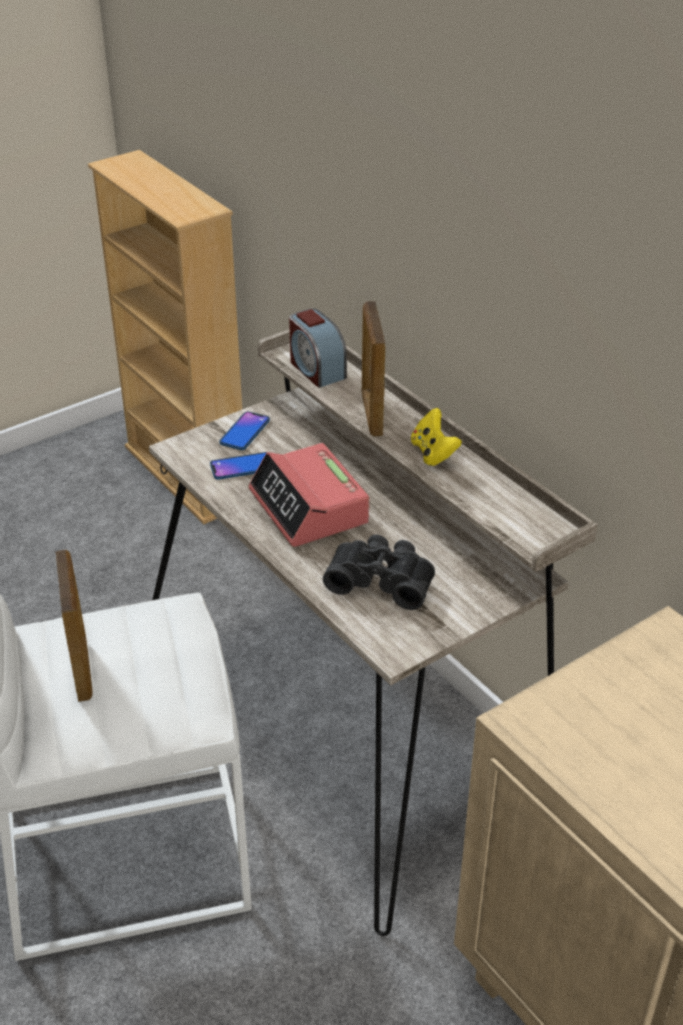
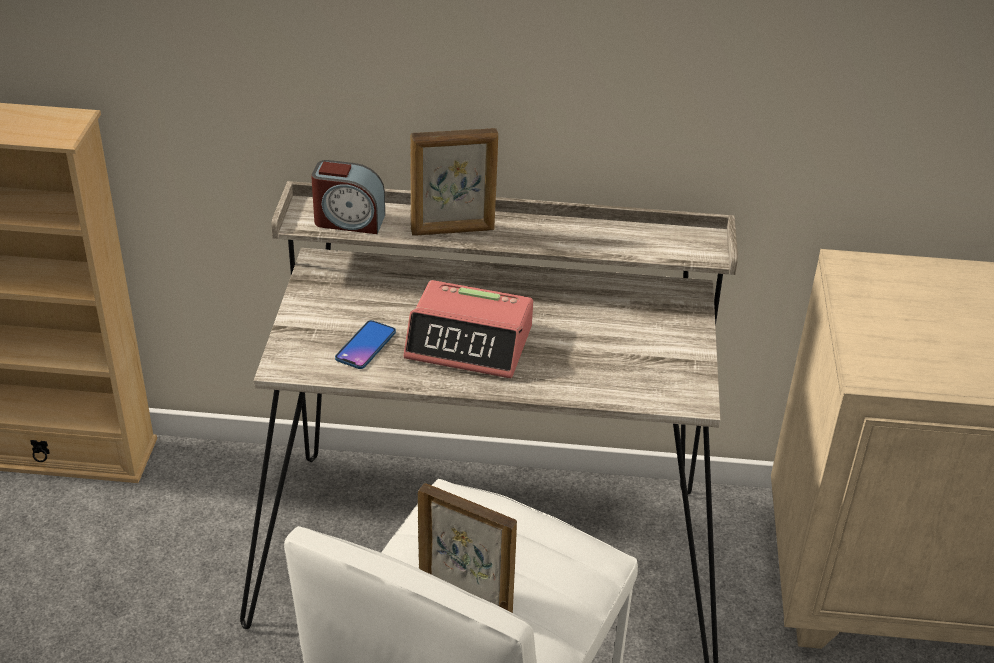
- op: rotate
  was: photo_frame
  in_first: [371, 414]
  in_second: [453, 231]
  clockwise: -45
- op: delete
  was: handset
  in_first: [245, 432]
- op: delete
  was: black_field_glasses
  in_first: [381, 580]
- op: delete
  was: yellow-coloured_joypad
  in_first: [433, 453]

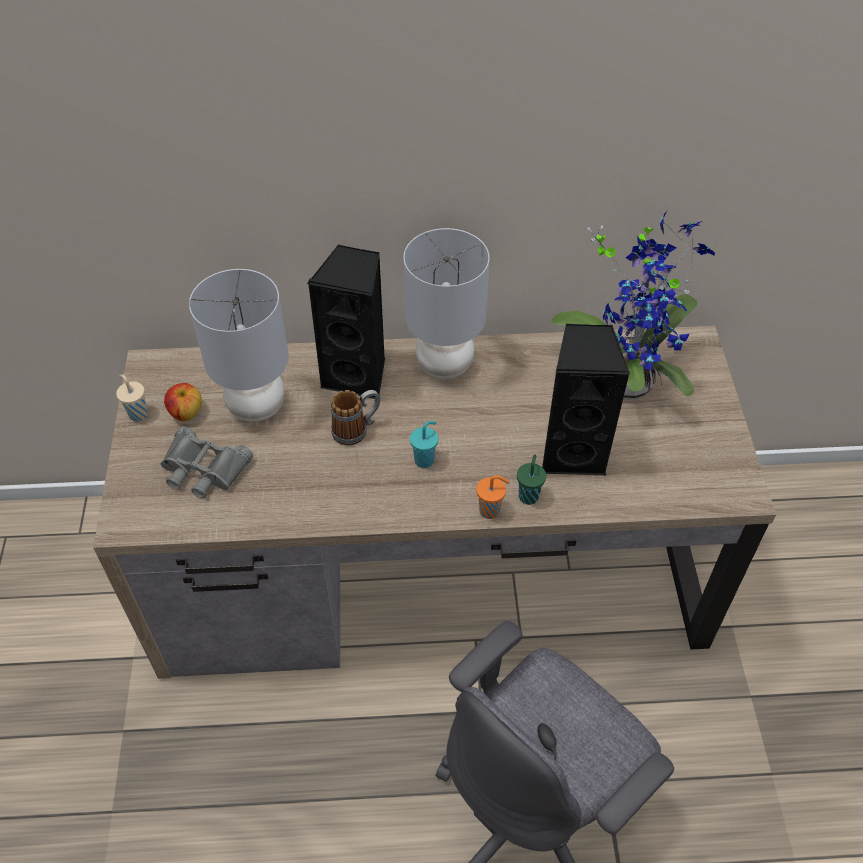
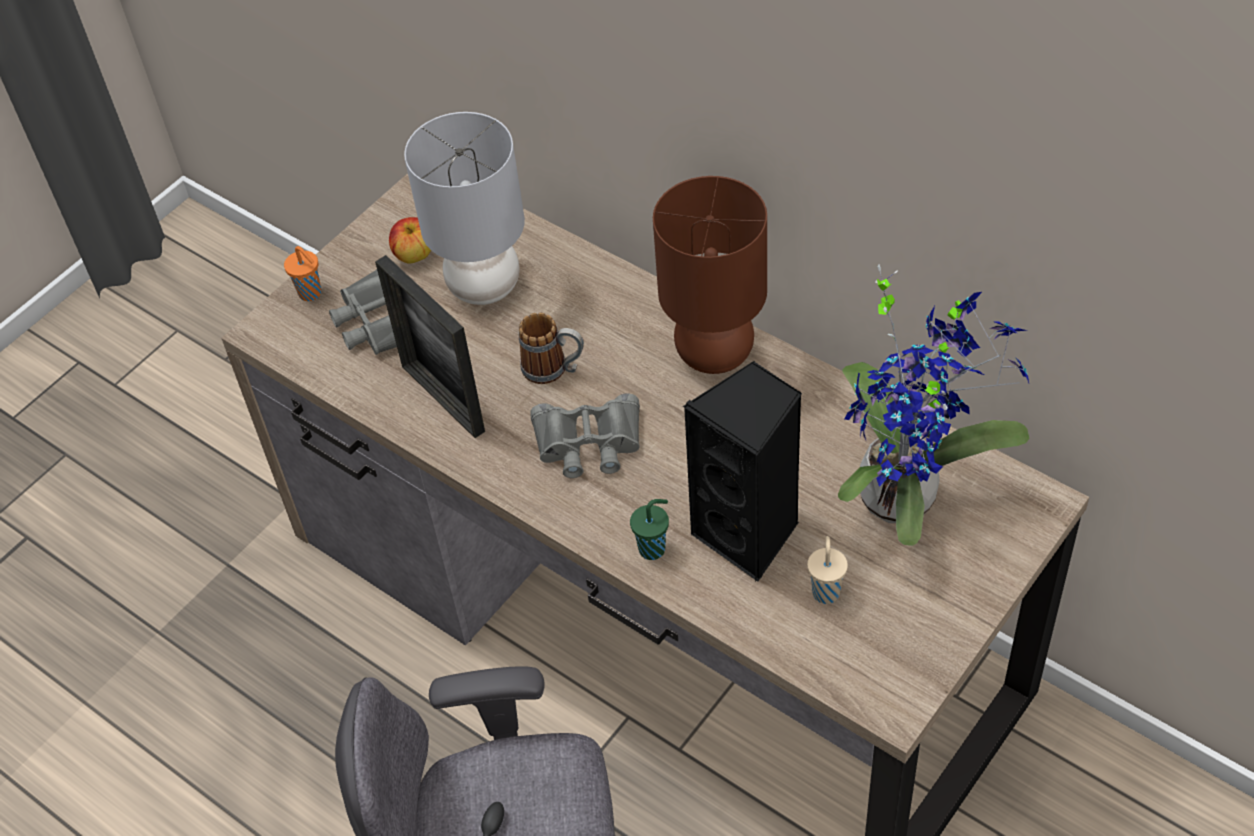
- op: move
  was: orange_drinking_cup
  in_first: [491, 511]
  in_second: [311, 294]
- op: insert
  now: photo_frame
  in_second: [443, 398]
- op: replace
  was: turquoise_drinking_cup
  now: gray_field_glasses
  in_first: [425, 459]
  in_second: [588, 443]
- op: recolor
  was: gray_lamp_for_a_table
  now: brown_lamp_for_a_table
  in_first: [445, 364]
  in_second: [715, 353]
- op: move
  was: beige-coloured_drinking_cup
  in_first: [137, 414]
  in_second: [826, 591]
- op: delete
  was: black_audio_speaker
  in_first: [358, 375]

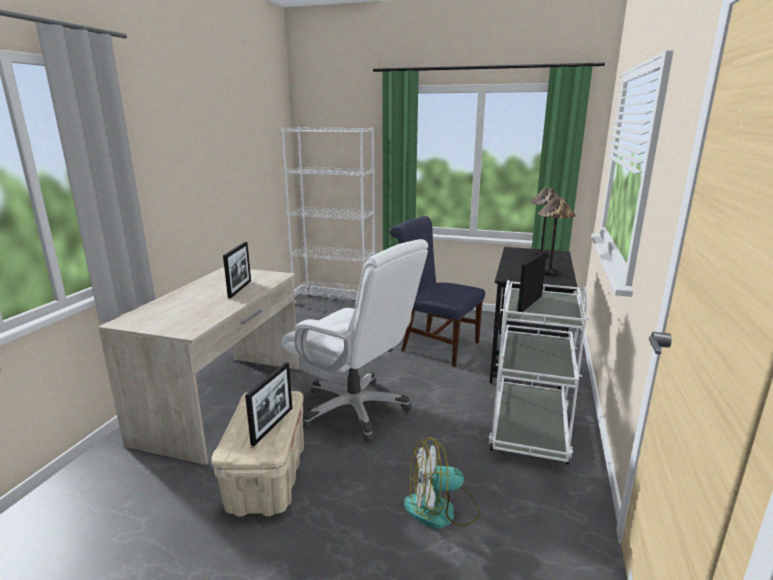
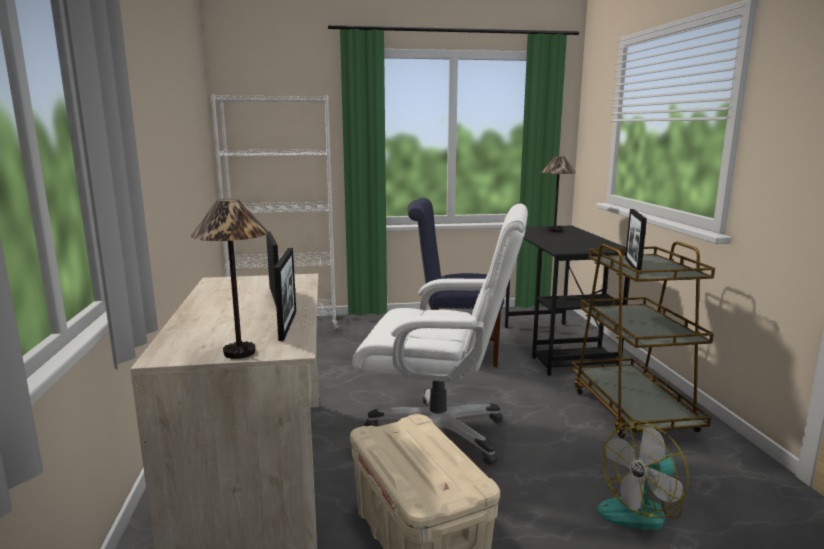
- op: move
  was: lamp_for_a_table
  in_first: [549, 273]
  in_second: [239, 353]
- op: move
  was: photo_frame
  in_first: [272, 425]
  in_second: [288, 325]
- op: recolor
  was: whitish_wheeled_cart
  now: brown_wheeled_cart
  in_first: [529, 429]
  in_second: [632, 409]

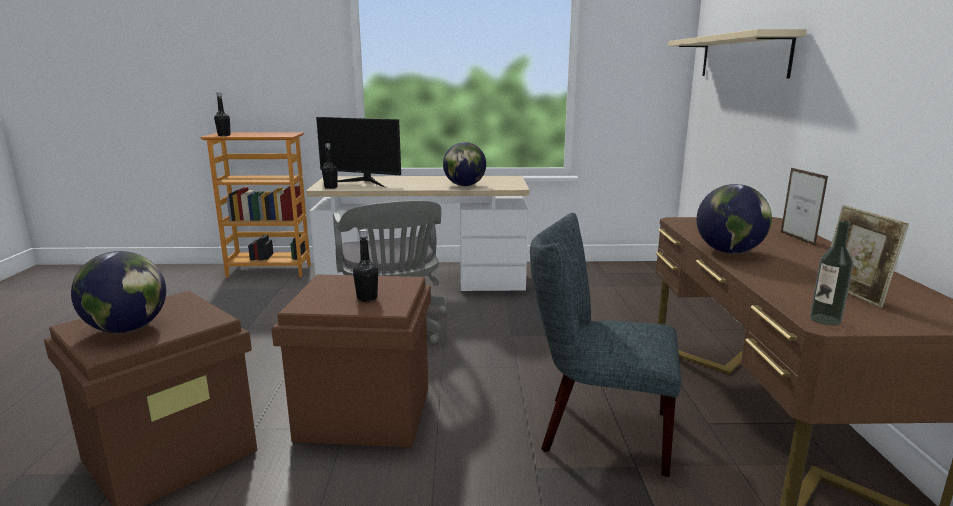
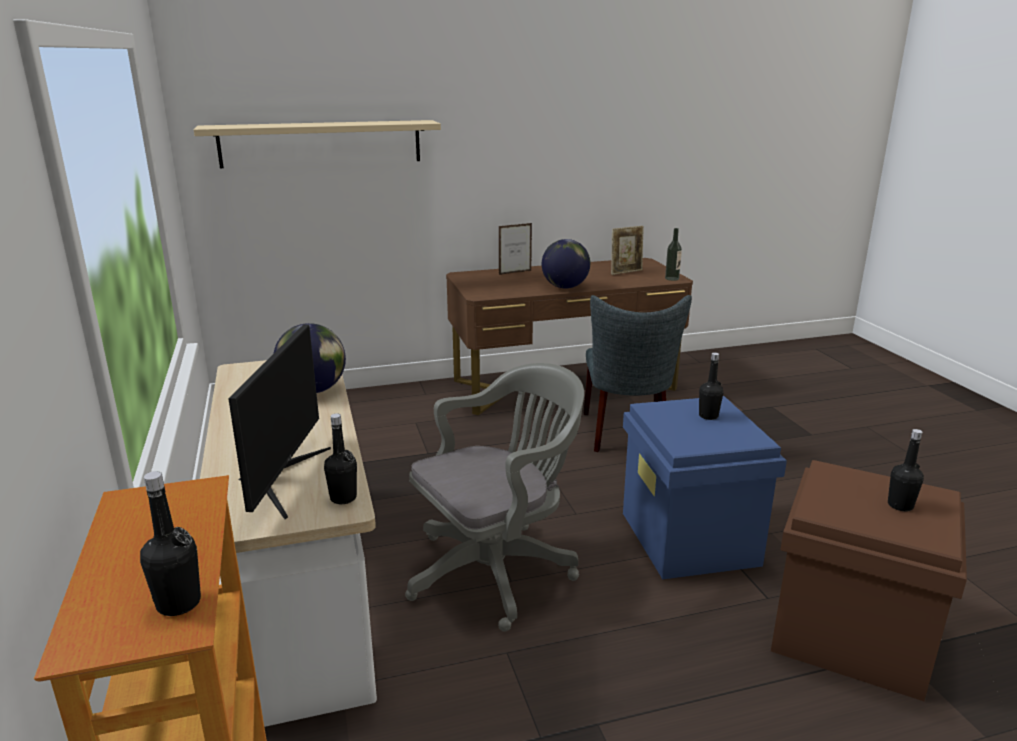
- op: recolor
  was: brown_storage_container
  now: blue_storage_container
  in_first: [363, 414]
  in_second: [690, 539]
- op: replace
  was: globe
  now: black_beverage_bottle
  in_first: [127, 329]
  in_second: [900, 505]

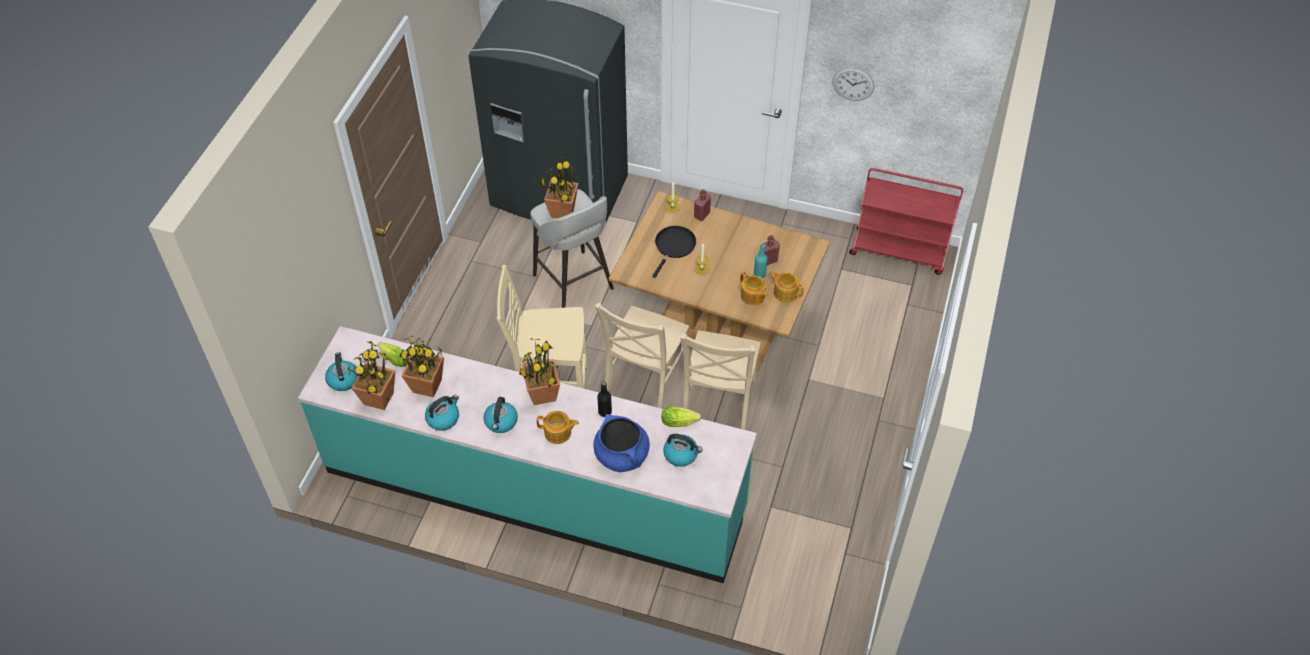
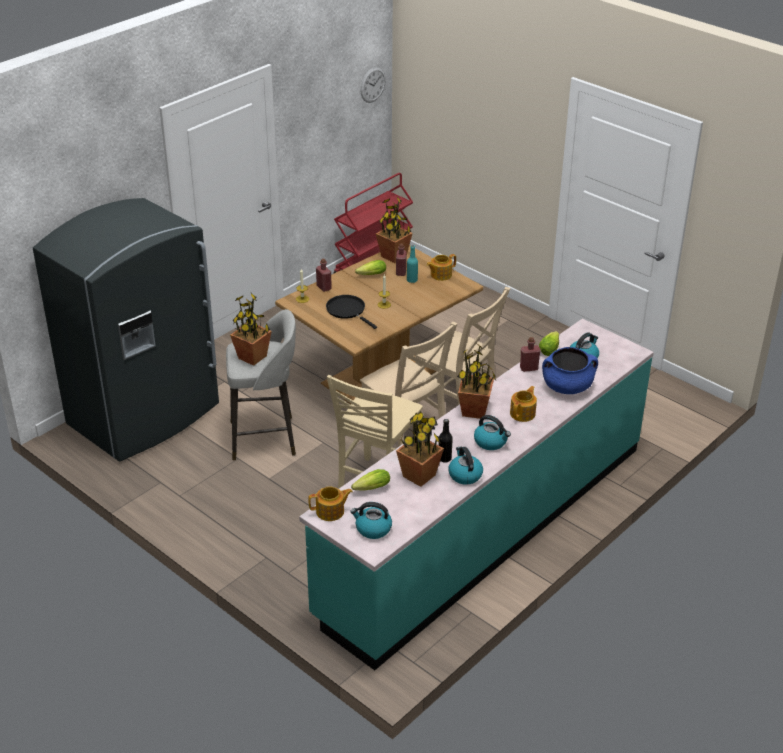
- op: move
  was: tea_pot
  in_first: [753, 296]
  in_second: [331, 511]
- op: insert
  now: lettuce
  in_second: [370, 275]
- op: move
  was: wall_clock
  in_first: [853, 84]
  in_second: [372, 84]
- op: move
  was: houseplant
  in_first: [378, 399]
  in_second: [394, 256]
- op: move
  was: black_beverage_bottle
  in_first: [605, 412]
  in_second: [444, 458]
- op: insert
  now: red-coloured_beverage_bottle
  in_second: [529, 368]

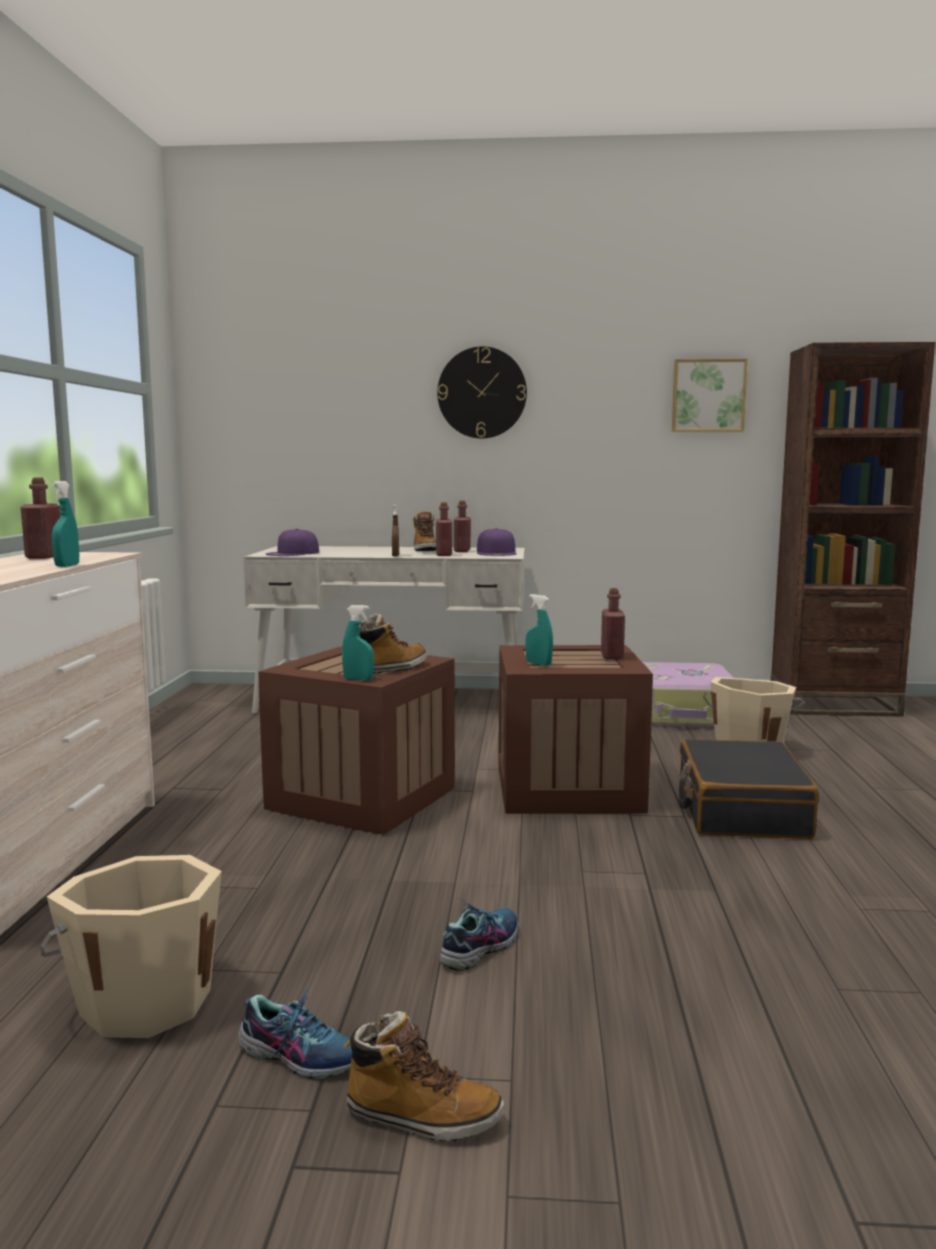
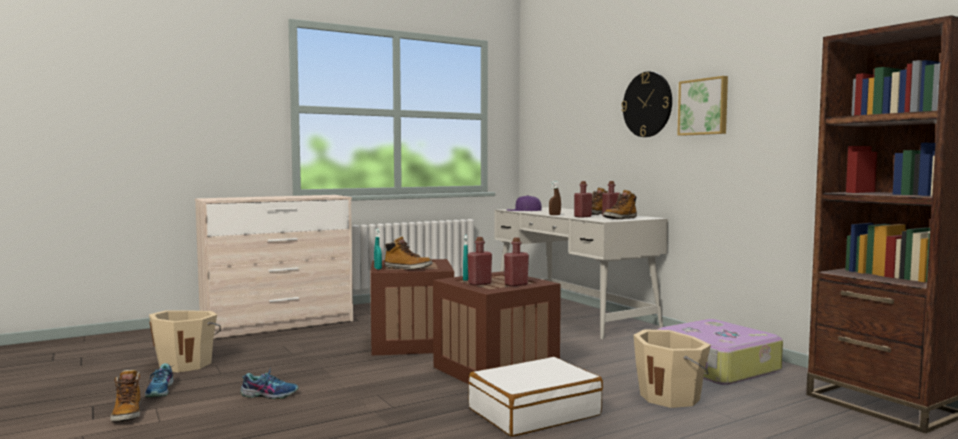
- op: move
  was: red-coloured_beverage_bottle
  in_first: [44, 557]
  in_second: [479, 283]
- op: recolor
  was: black_suitcase
  now: whitish_suitcase
  in_first: [740, 810]
  in_second: [534, 412]
- op: replace
  was: purplish_peaked_cap
  now: boot
  in_first: [497, 553]
  in_second: [620, 218]
- op: move
  was: picture
  in_first: [708, 396]
  in_second: [704, 107]
- op: delete
  was: turquoise_sprayer
  in_first: [67, 566]

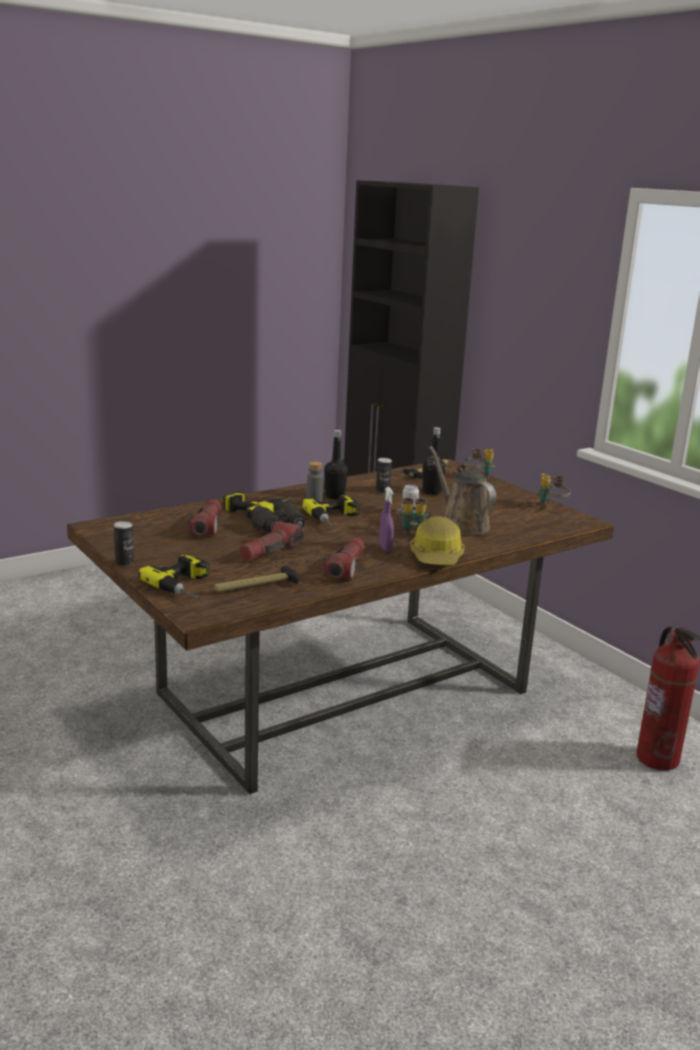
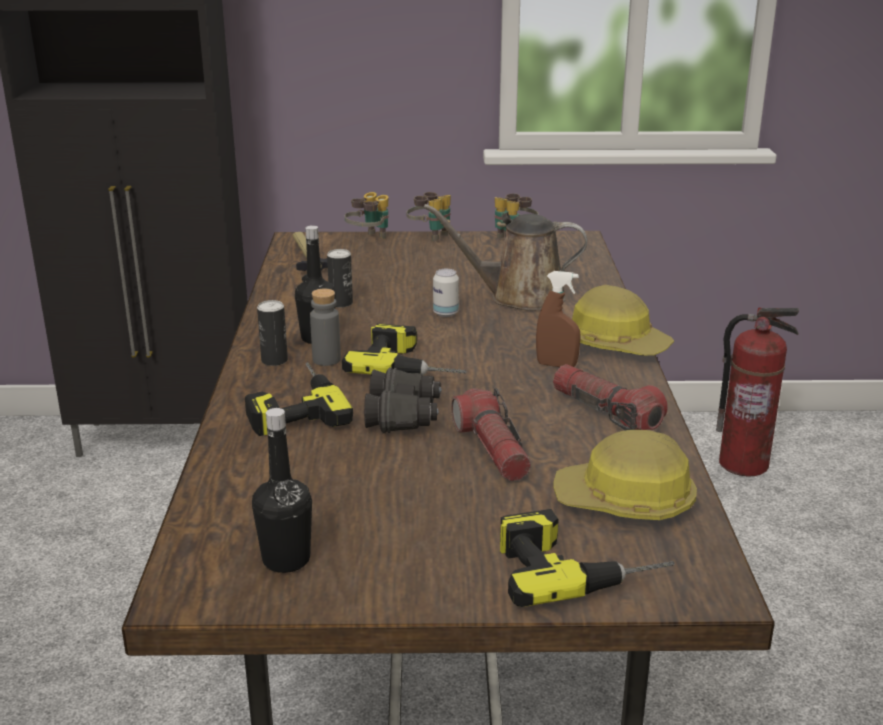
- op: move
  was: black_beverage_bottle
  in_first: [432, 492]
  in_second: [286, 559]
- op: move
  was: metal_can
  in_first: [124, 562]
  in_second: [274, 360]
- op: move
  was: field_glasses
  in_first: [412, 532]
  in_second: [430, 236]
- op: recolor
  was: purplish_sprayer
  now: brown_sprayer
  in_first: [385, 548]
  in_second: [556, 365]
- op: replace
  was: tool_hammer
  now: work_helmet
  in_first: [256, 587]
  in_second: [625, 502]
- op: delete
  was: flashlight
  in_first: [207, 526]

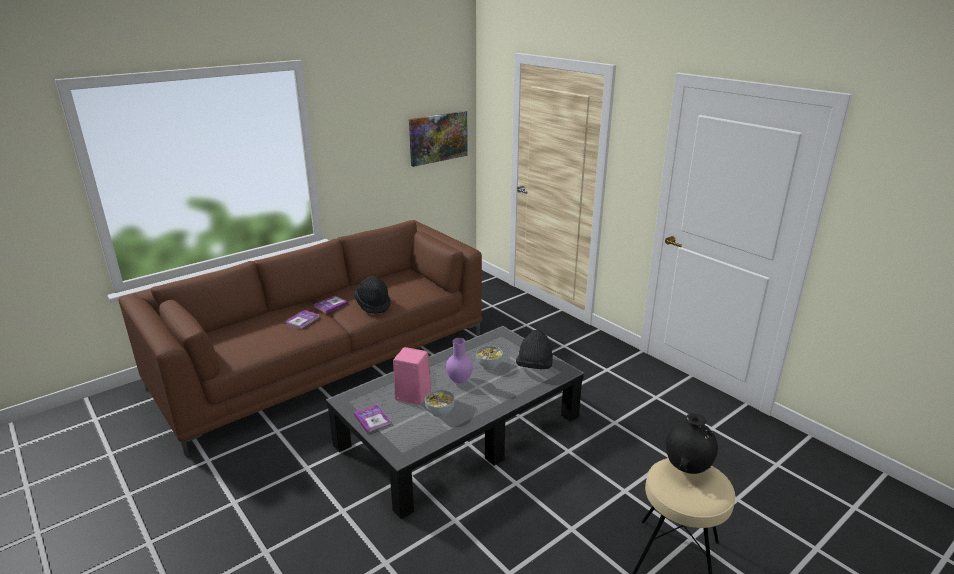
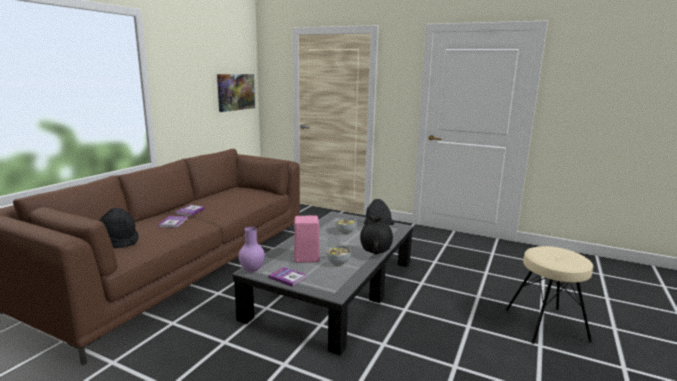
- op: move
  was: black_clothing_hat
  in_first: [373, 305]
  in_second: [118, 241]
- op: move
  was: purplish_vase
  in_first: [460, 381]
  in_second: [252, 270]
- op: move
  was: black_vase
  in_first: [687, 467]
  in_second: [375, 254]

